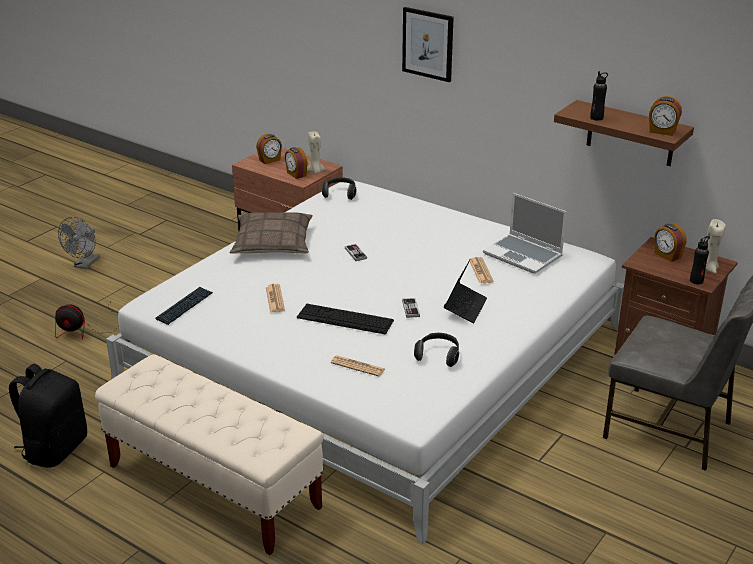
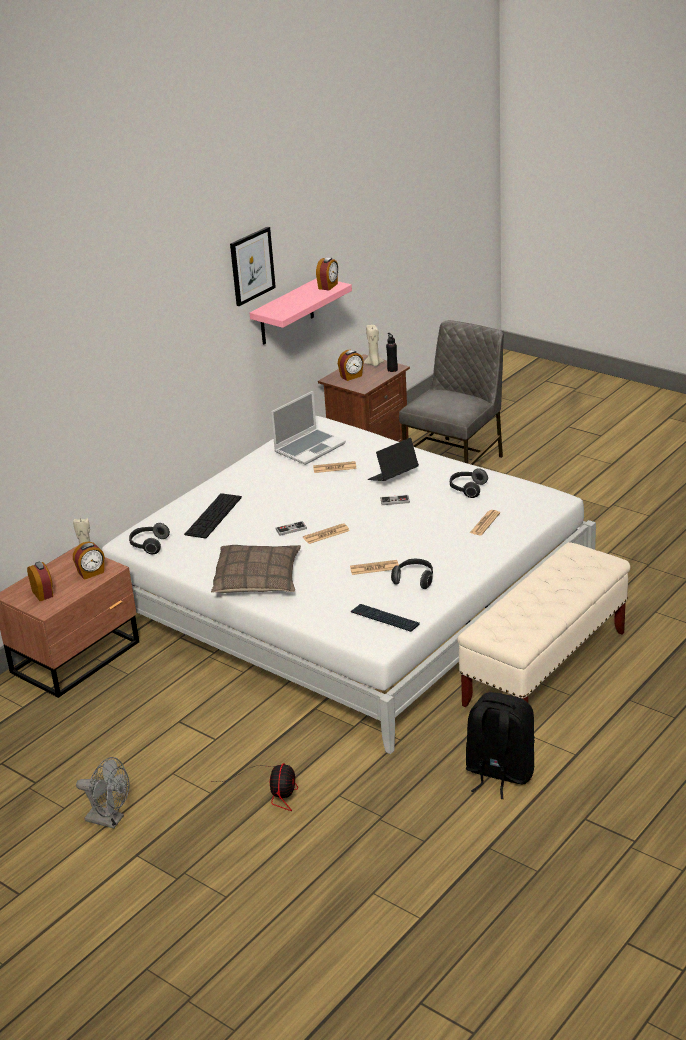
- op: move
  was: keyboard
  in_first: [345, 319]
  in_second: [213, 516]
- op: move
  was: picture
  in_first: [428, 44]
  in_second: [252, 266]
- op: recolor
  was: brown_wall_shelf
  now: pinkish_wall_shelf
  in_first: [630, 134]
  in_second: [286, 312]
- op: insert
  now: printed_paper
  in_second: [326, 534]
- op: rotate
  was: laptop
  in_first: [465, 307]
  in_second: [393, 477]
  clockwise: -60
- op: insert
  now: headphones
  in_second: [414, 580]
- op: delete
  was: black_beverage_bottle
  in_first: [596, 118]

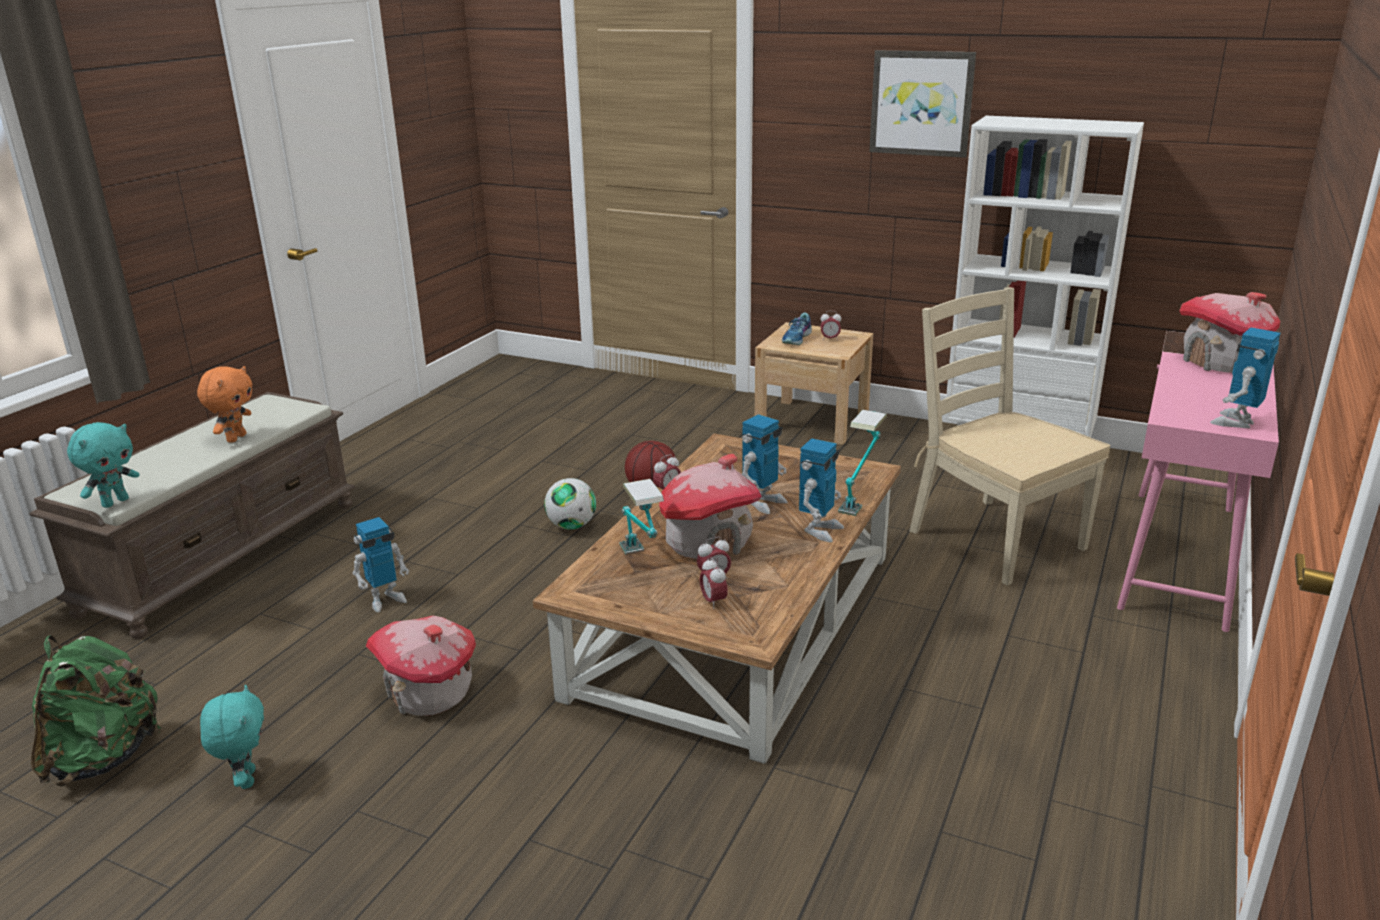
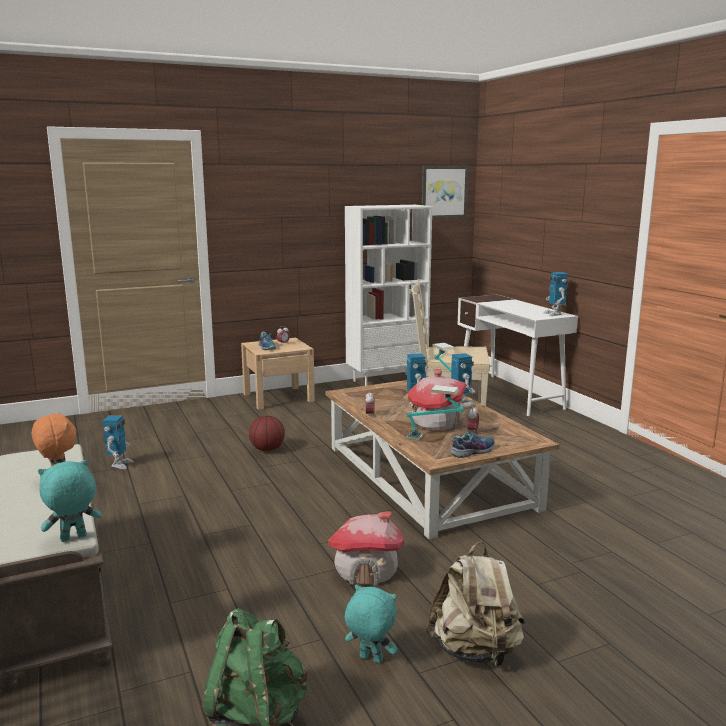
- op: rotate
  was: turquoise_plush_toy
  in_first: [115, 502]
  in_second: [73, 538]
  clockwise: -105
- op: move
  was: model_robot
  in_first: [385, 599]
  in_second: [120, 465]
- op: move
  was: picture
  in_first: [921, 103]
  in_second: [444, 191]
- op: insert
  now: beige-coloured_knapsack
  in_second: [475, 651]
- op: insert
  now: item_of_footwear
  in_second: [472, 451]
- op: recolor
  was: pinkish_desk_table
  now: whitish_desk_table
  in_first: [1178, 556]
  in_second: [509, 394]
- op: delete
  was: ball_for_football
  in_first: [572, 526]
- op: delete
  was: table_clock
  in_first: [713, 601]
- op: delete
  was: toy_house
  in_first: [1221, 362]

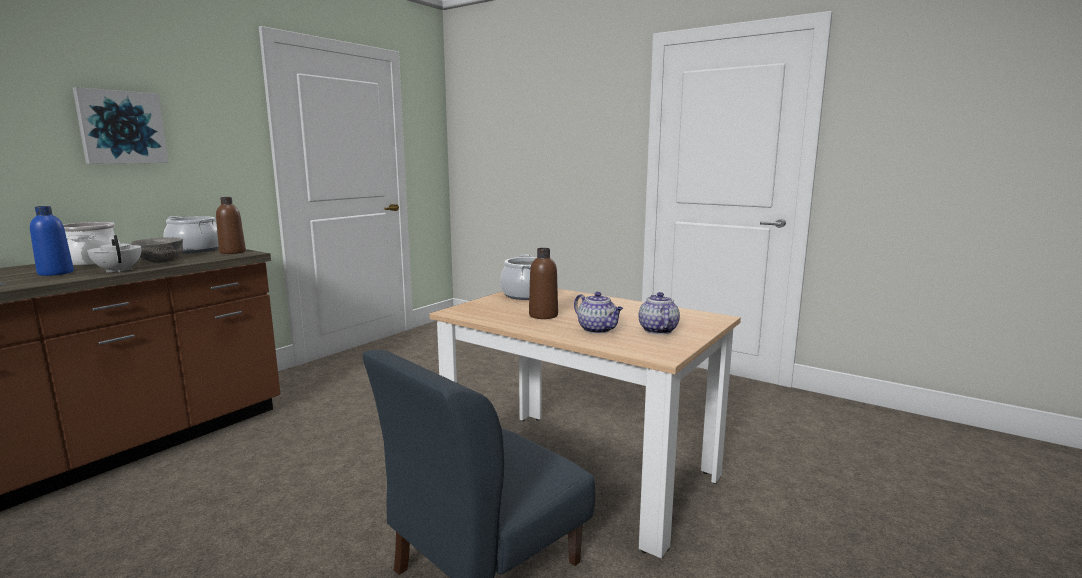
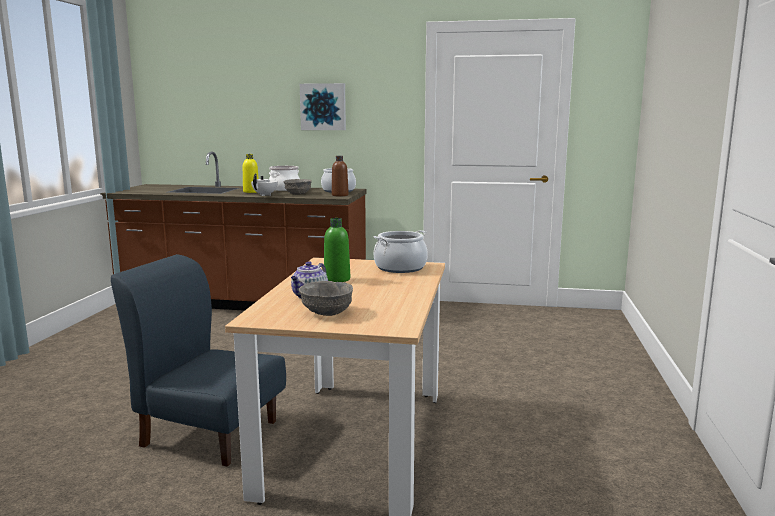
- op: recolor
  was: blue_beverage_bottle
  now: yellow-coloured_beverage_bottle
  in_first: [56, 273]
  in_second: [251, 192]
- op: replace
  was: tea_pot
  now: gray_deep_dish
  in_first: [657, 330]
  in_second: [327, 312]
- op: recolor
  was: brown_beverage_bottle
  now: greenish_beverage_bottle
  in_first: [543, 315]
  in_second: [337, 279]

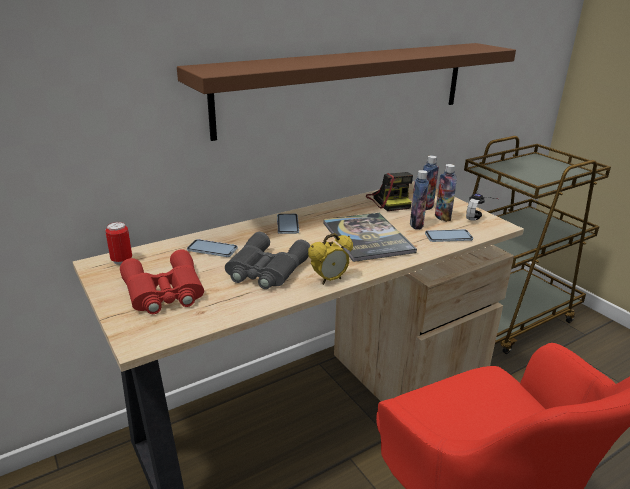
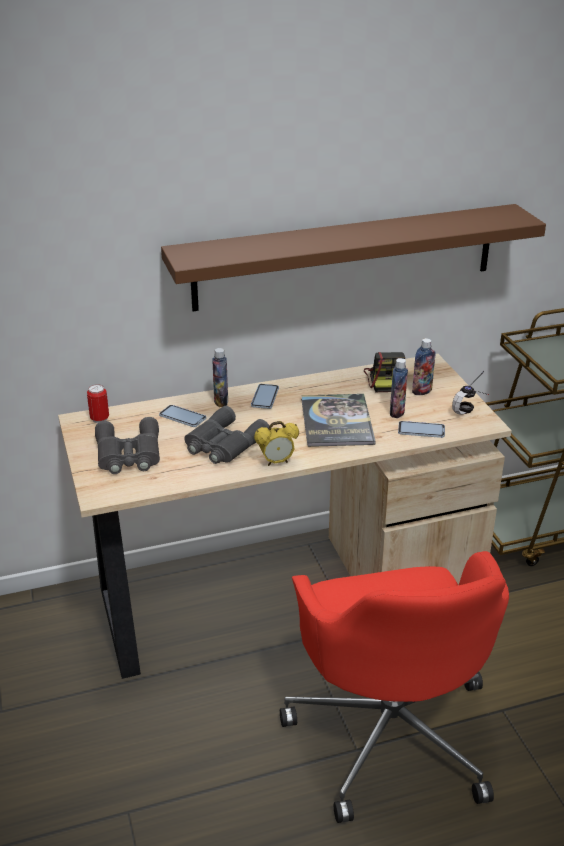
- op: recolor
  was: red-coloured_field_glasses
  now: gray_field_glasses
  in_first: [164, 291]
  in_second: [128, 454]
- op: move
  was: beverage_bottle
  in_first: [442, 217]
  in_second: [221, 401]

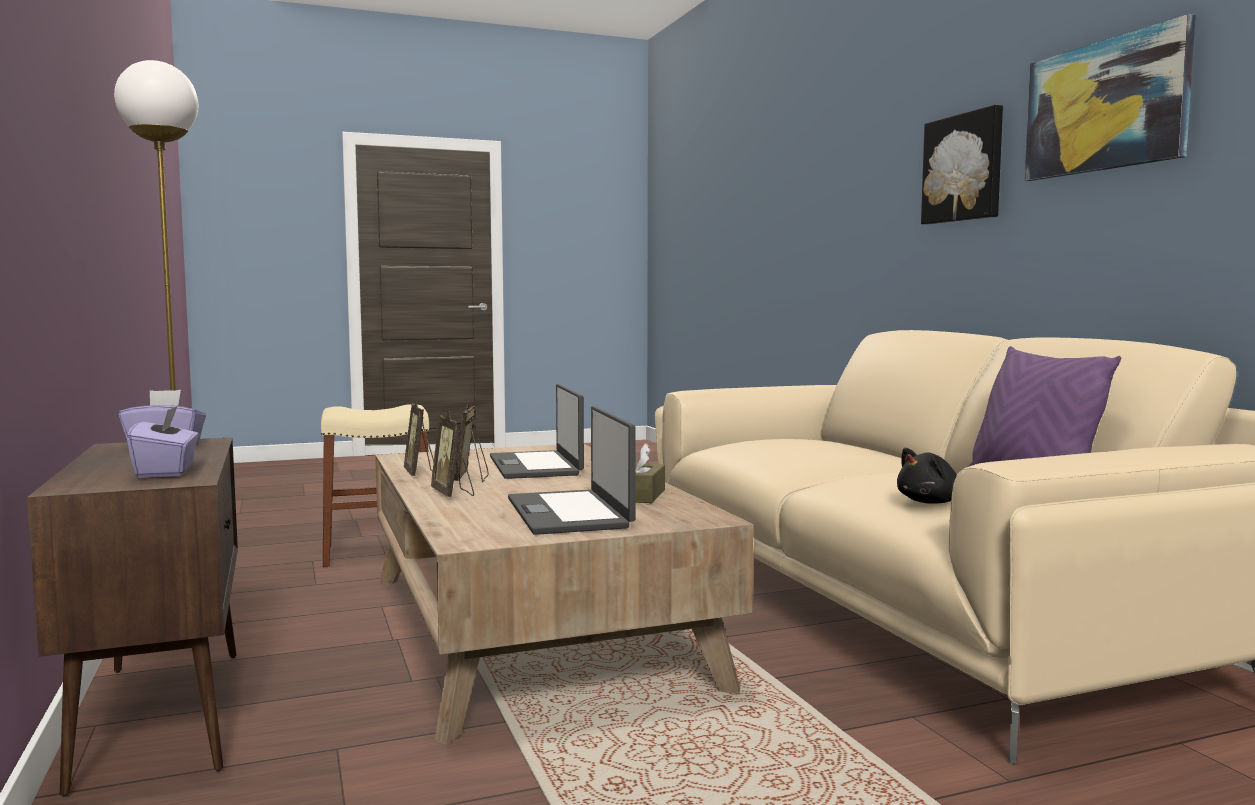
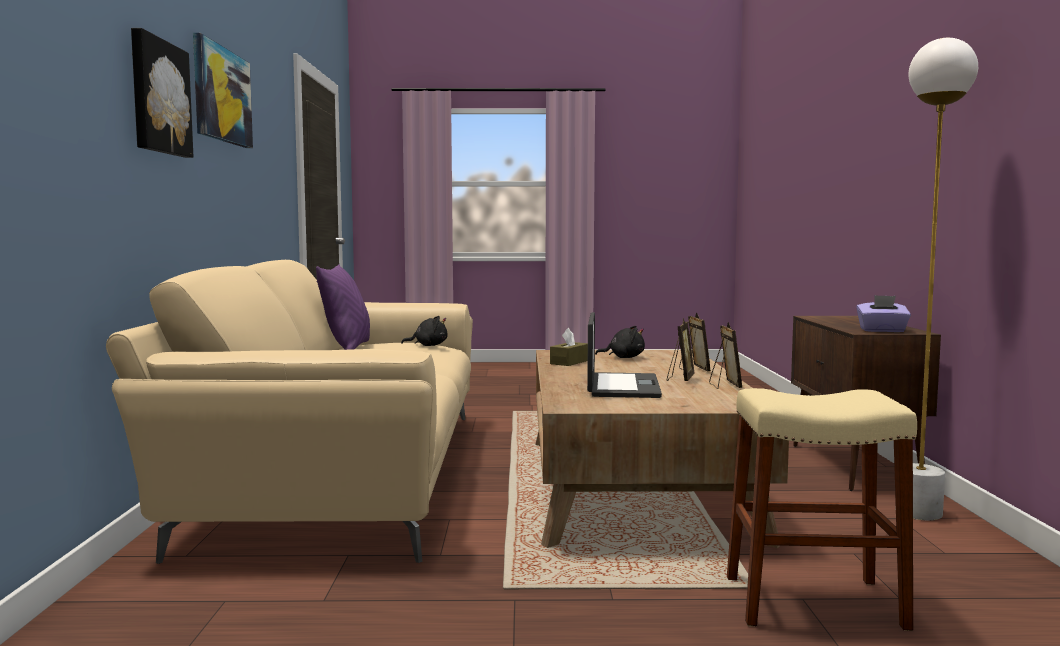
- op: replace
  was: laptop
  now: black_plush_toy
  in_first: [570, 513]
  in_second: [624, 357]
- op: delete
  was: purplish_tissue_holder
  in_first: [167, 472]

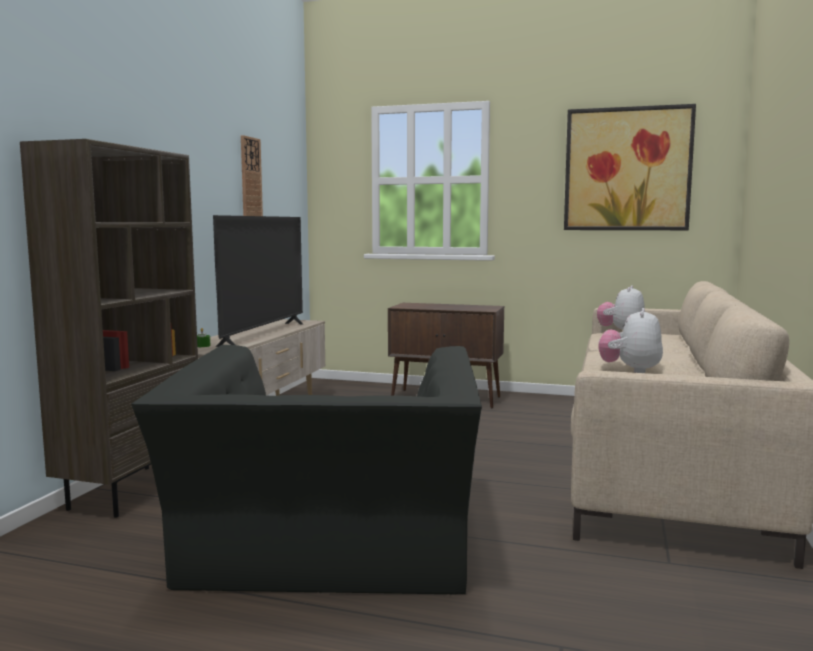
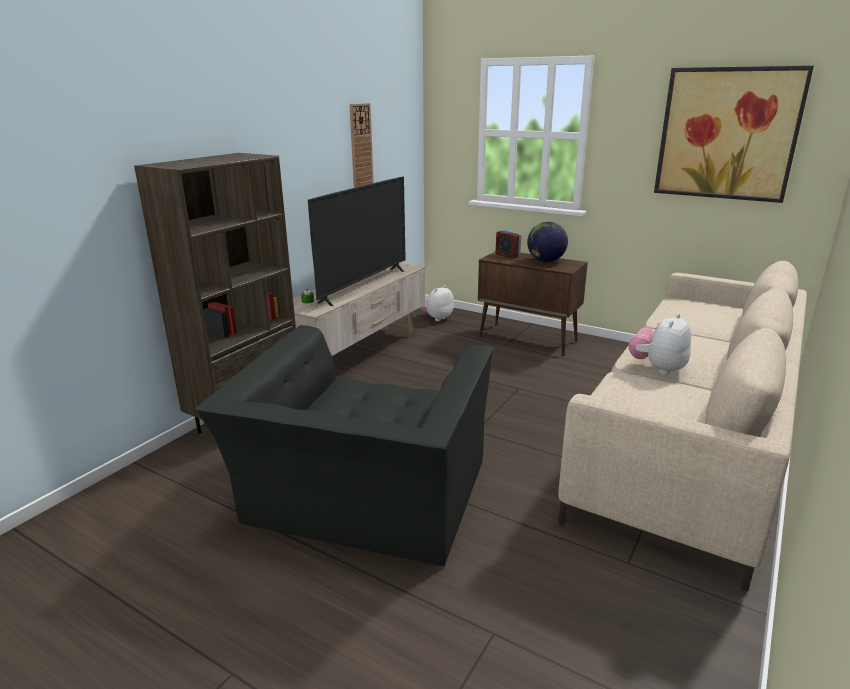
- op: move
  was: plush_toy
  in_first: [621, 332]
  in_second: [436, 318]
- op: insert
  now: table_clock
  in_second: [507, 255]
- op: insert
  now: globe
  in_second: [546, 261]

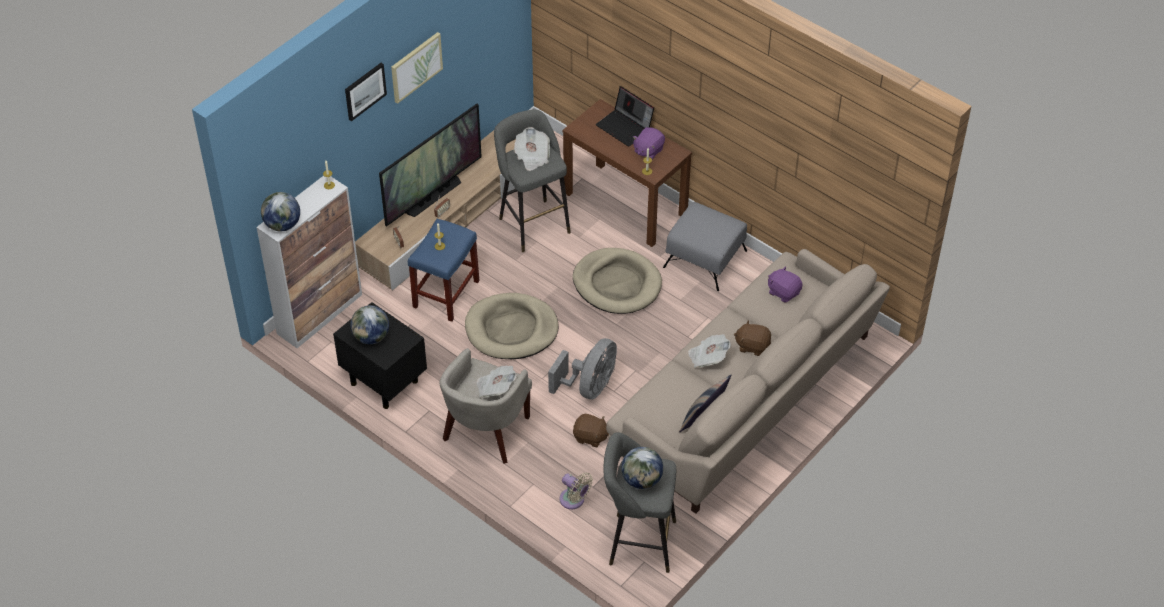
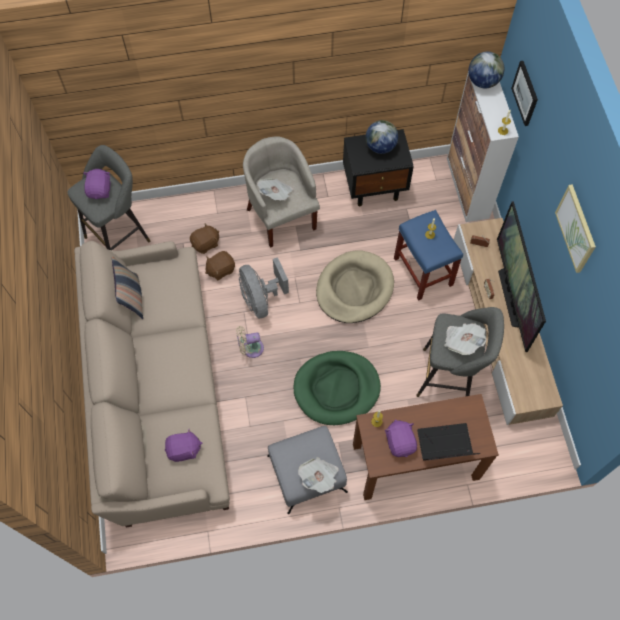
- op: replace
  was: globe
  now: purplish_plush_toy
  in_first: [642, 480]
  in_second: [100, 190]
- op: move
  was: brown_plush_toy
  in_first: [752, 345]
  in_second: [206, 244]
- op: move
  was: beige-coloured_cooling_fan
  in_first: [574, 500]
  in_second: [250, 348]
- op: recolor
  was: beige-coloured_pet_bed
  now: greenish_pet_bed
  in_first: [617, 284]
  in_second: [336, 389]
- op: move
  was: printed_paper
  in_first: [708, 357]
  in_second: [319, 477]
- op: move
  was: picture
  in_first: [364, 91]
  in_second: [525, 93]

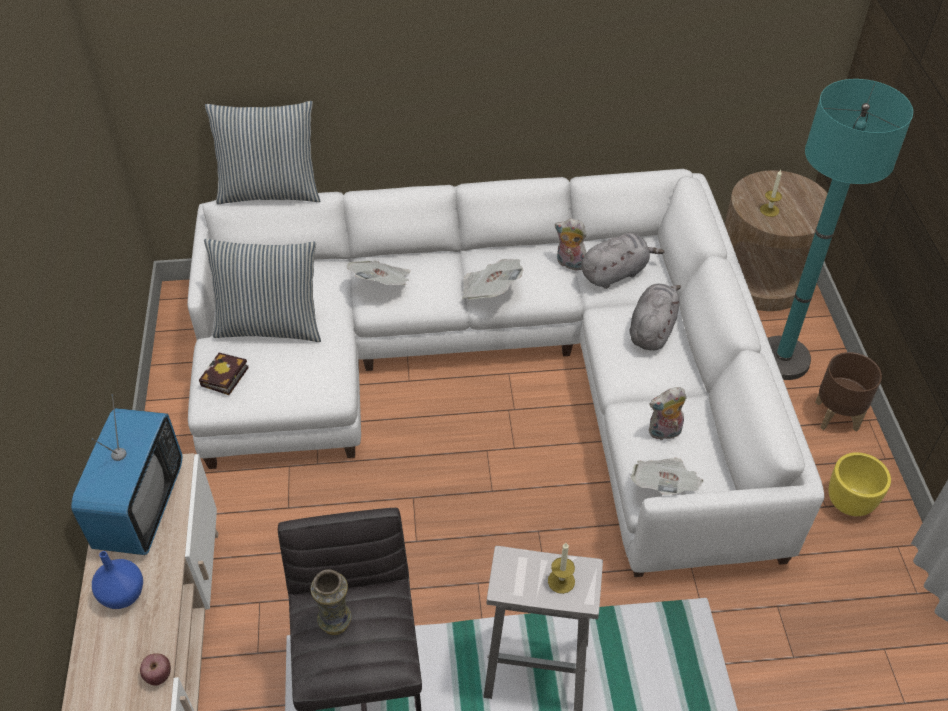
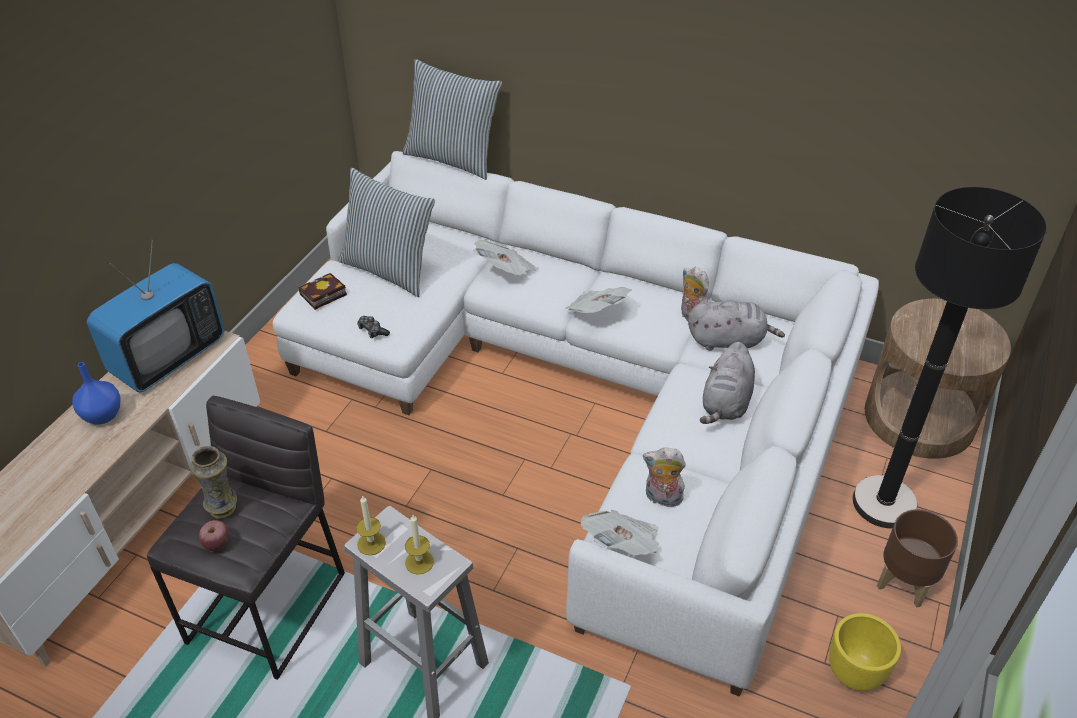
- op: move
  was: apple_fruit
  in_first: [158, 675]
  in_second: [217, 544]
- op: move
  was: wax_light
  in_first: [769, 210]
  in_second: [371, 543]
- op: insert
  now: joypad
  in_second: [372, 331]
- op: rotate
  was: gray_plush_toy
  in_first: [652, 329]
  in_second: [726, 403]
  clockwise: 150
- op: recolor
  was: turquoise_standard_lamp
  now: black_standard_lamp
  in_first: [782, 359]
  in_second: [884, 503]

